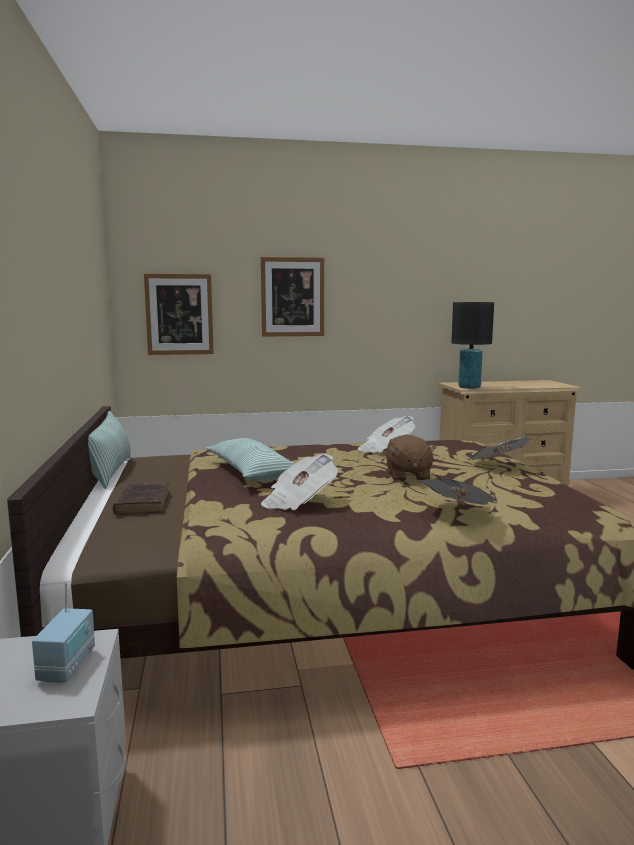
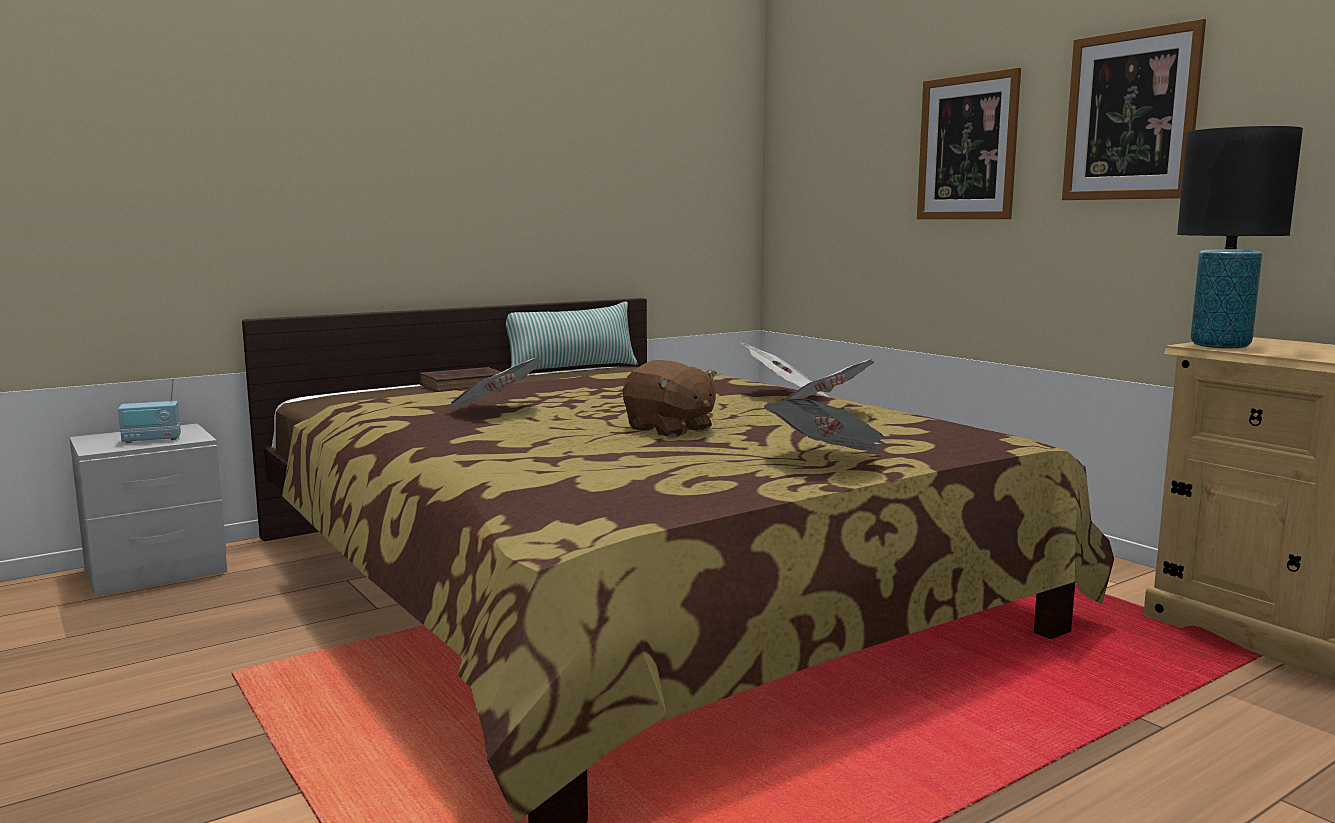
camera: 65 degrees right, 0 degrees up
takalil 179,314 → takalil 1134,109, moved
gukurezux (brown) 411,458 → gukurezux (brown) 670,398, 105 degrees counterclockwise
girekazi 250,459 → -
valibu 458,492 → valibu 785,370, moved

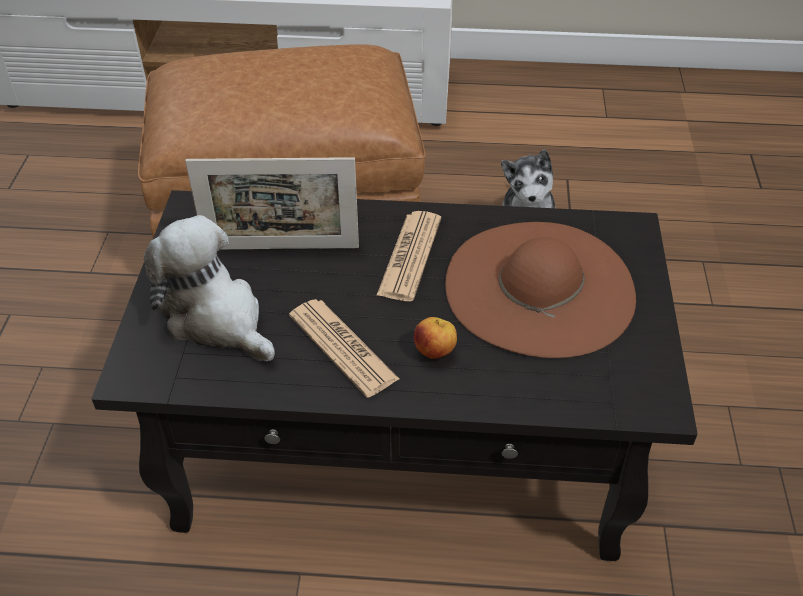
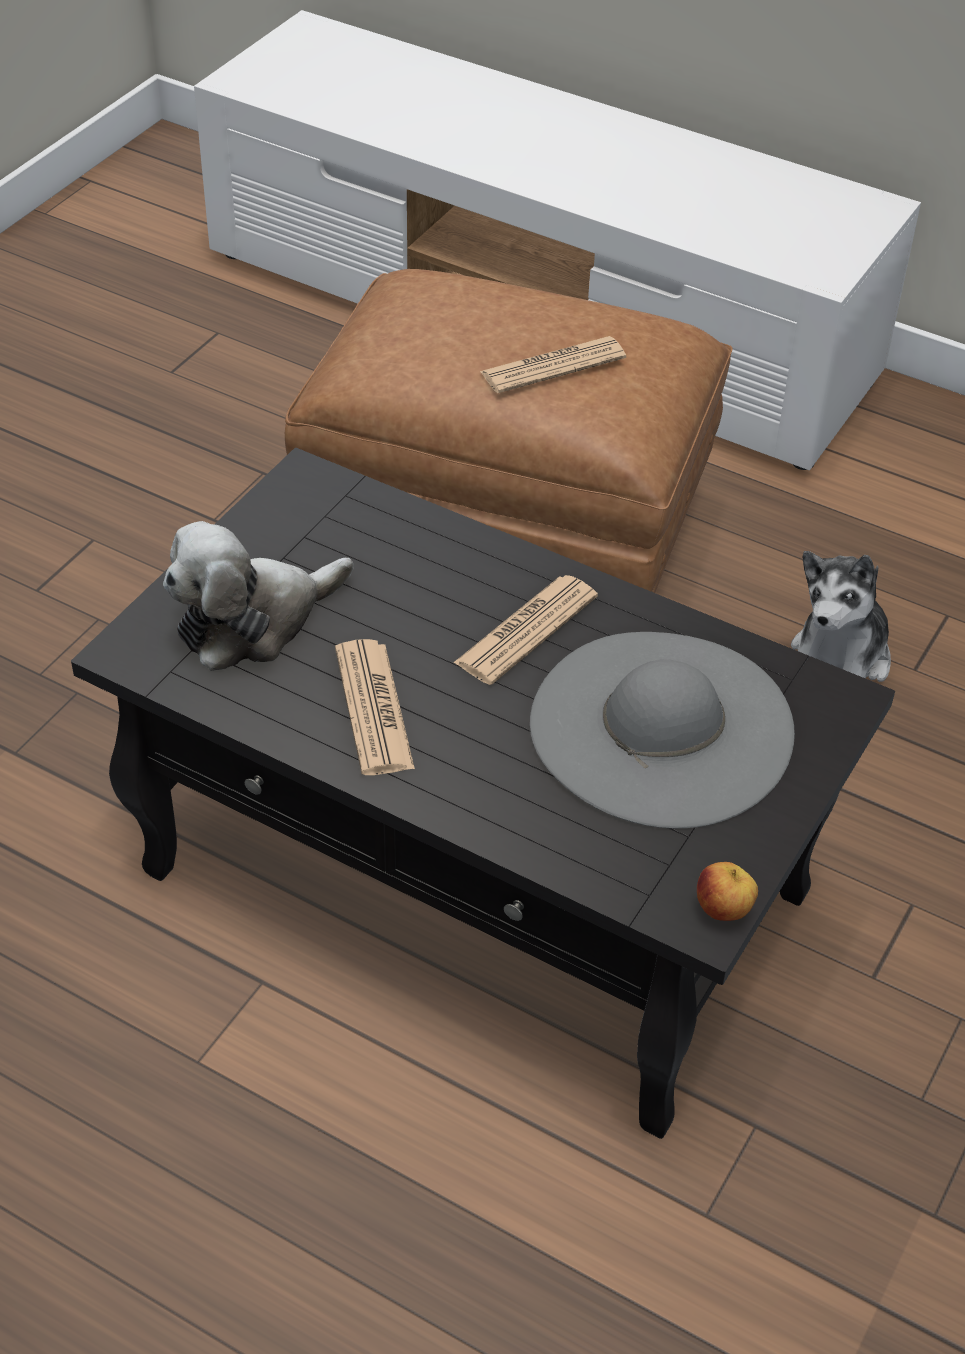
camera: 25 degrees right, 0 degrees up
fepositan 272,203 → -
gukurezux 209,288 → gukurezux 258,596, 105 degrees counterclockwise
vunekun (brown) 540,290 → vunekun (grey) 662,730
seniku 435,338 → seniku 727,891, moved
- → valibu 553,364

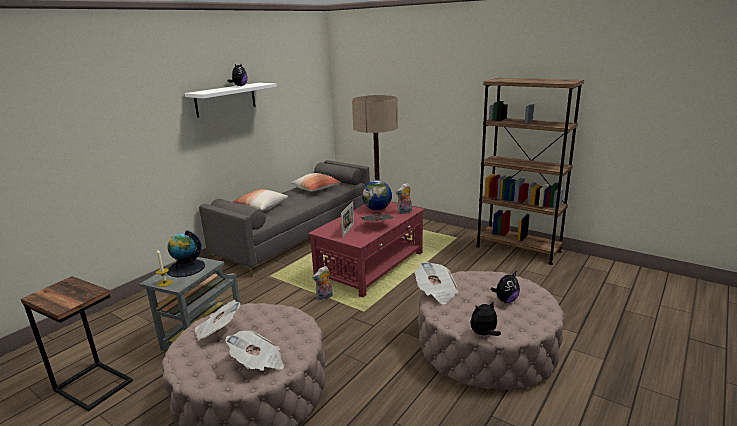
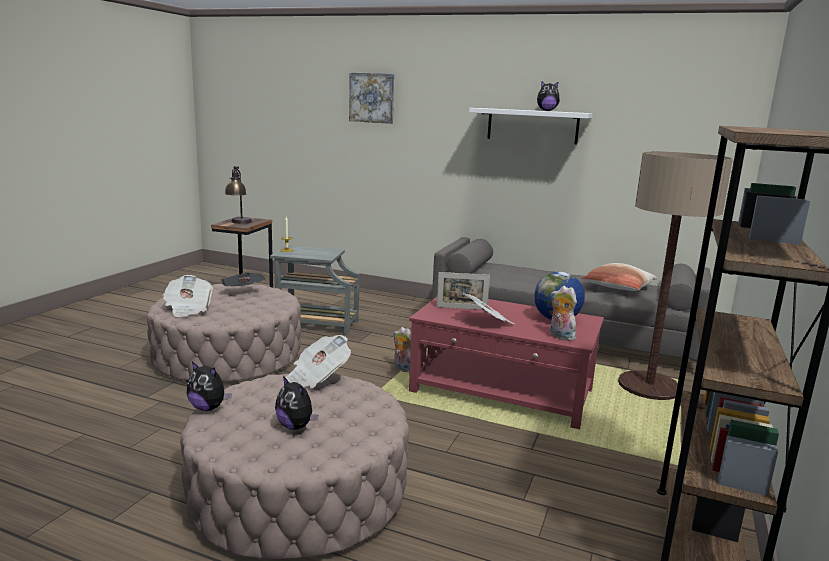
camera: 75 degrees right, 5 degrees down
girekazi 260,200 → -
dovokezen 186,253 → -
gukurezux 485,318 → gukurezux 209,386, 150 degrees clockwise
- → takalil 372,98
- → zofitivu 238,195

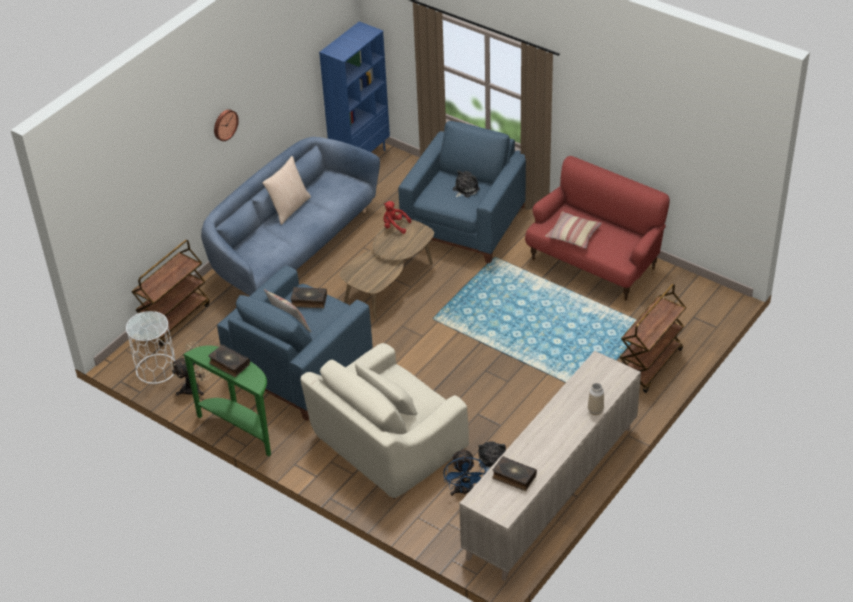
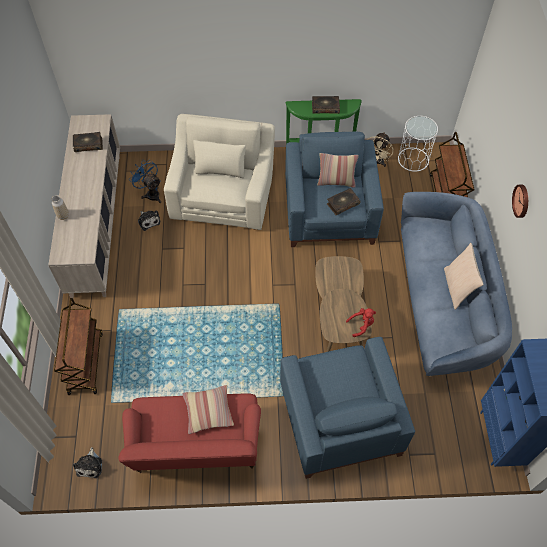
camera: 140 degrees right, 15 degrees up
gukurezux 466,184 → gukurezux 87,462, moved

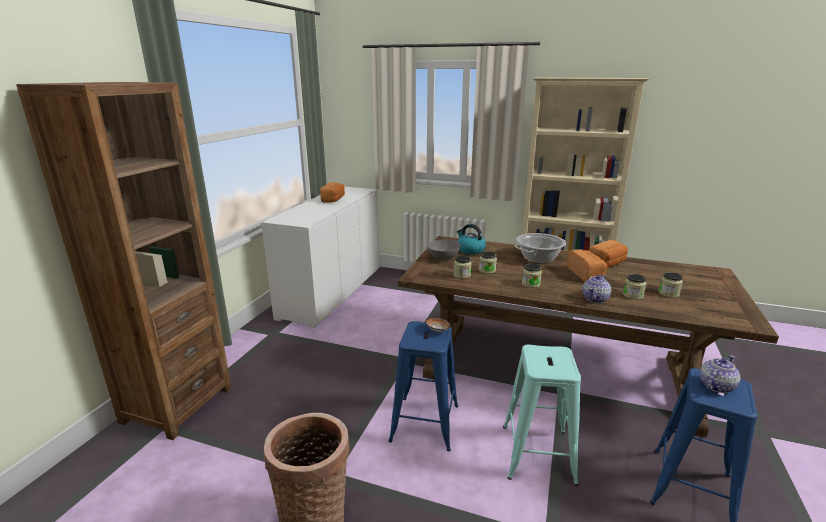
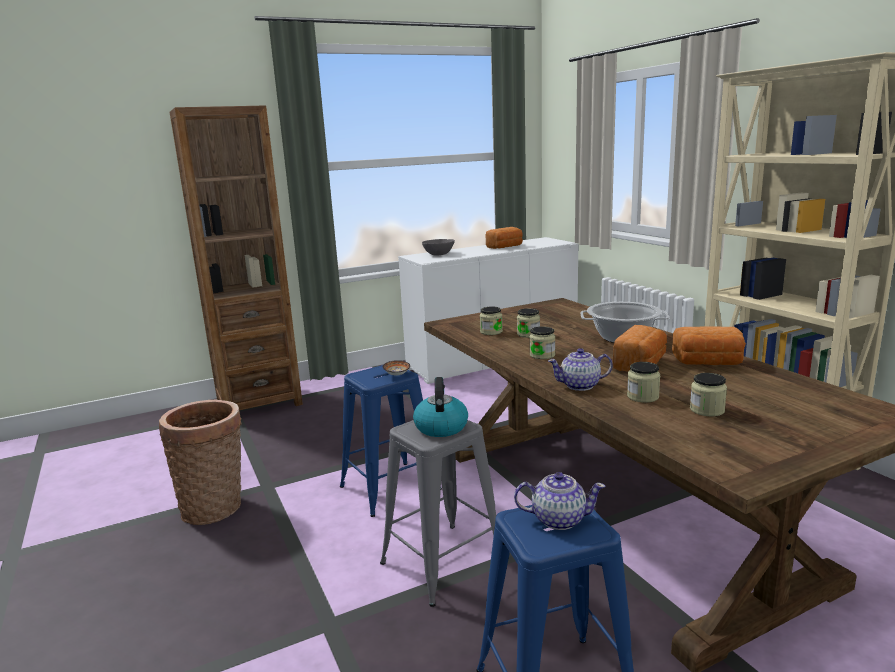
camera: 45 degrees right, 5 degrees down
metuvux 471,239 → metuvux 440,407, moved
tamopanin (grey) 444,250 → tamopanin (grey) 438,247, moved
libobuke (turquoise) 542,415 → libobuke (grey) 438,513

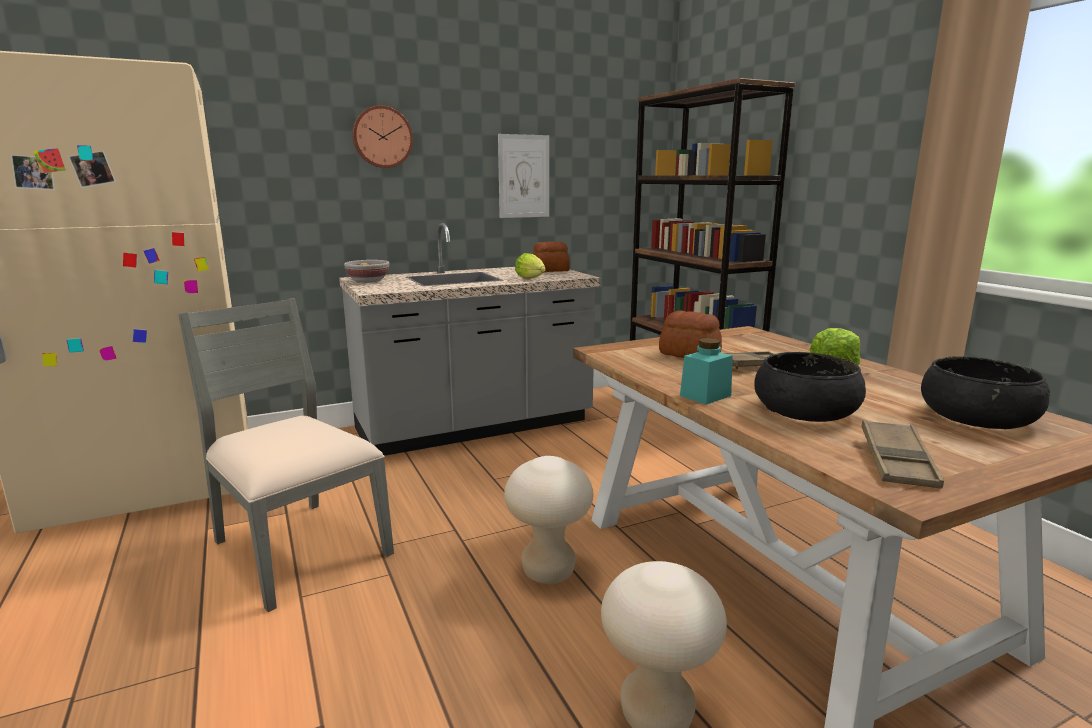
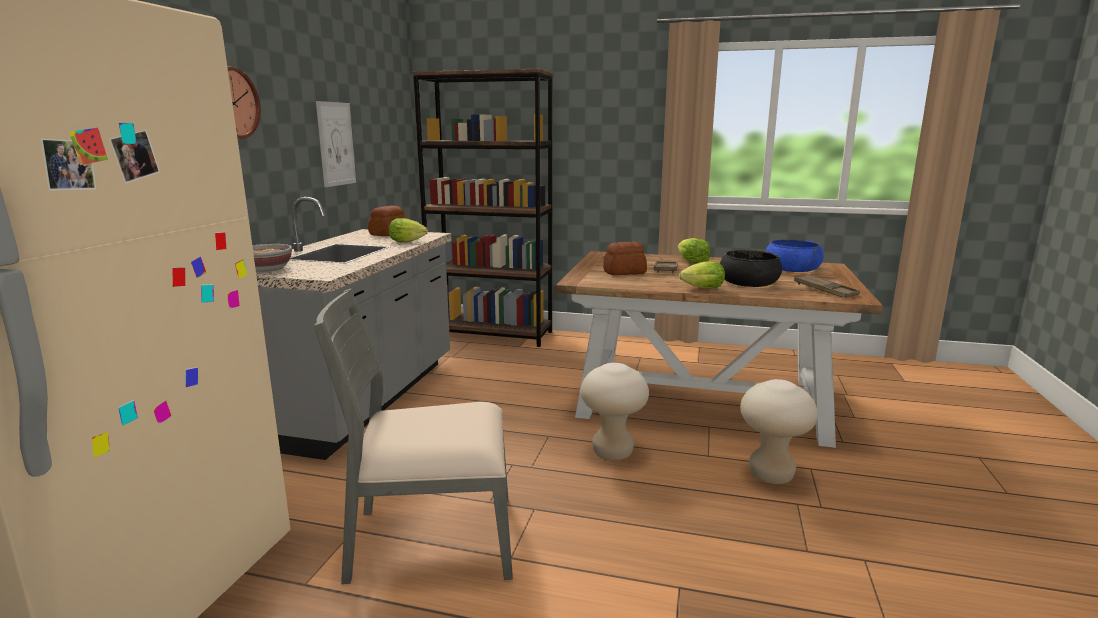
camera: 50 degrees left, 0 degrees up
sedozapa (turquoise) 706,371 → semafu 702,275
tamopanin (black) 985,392 → tamopanin (blue) 794,255

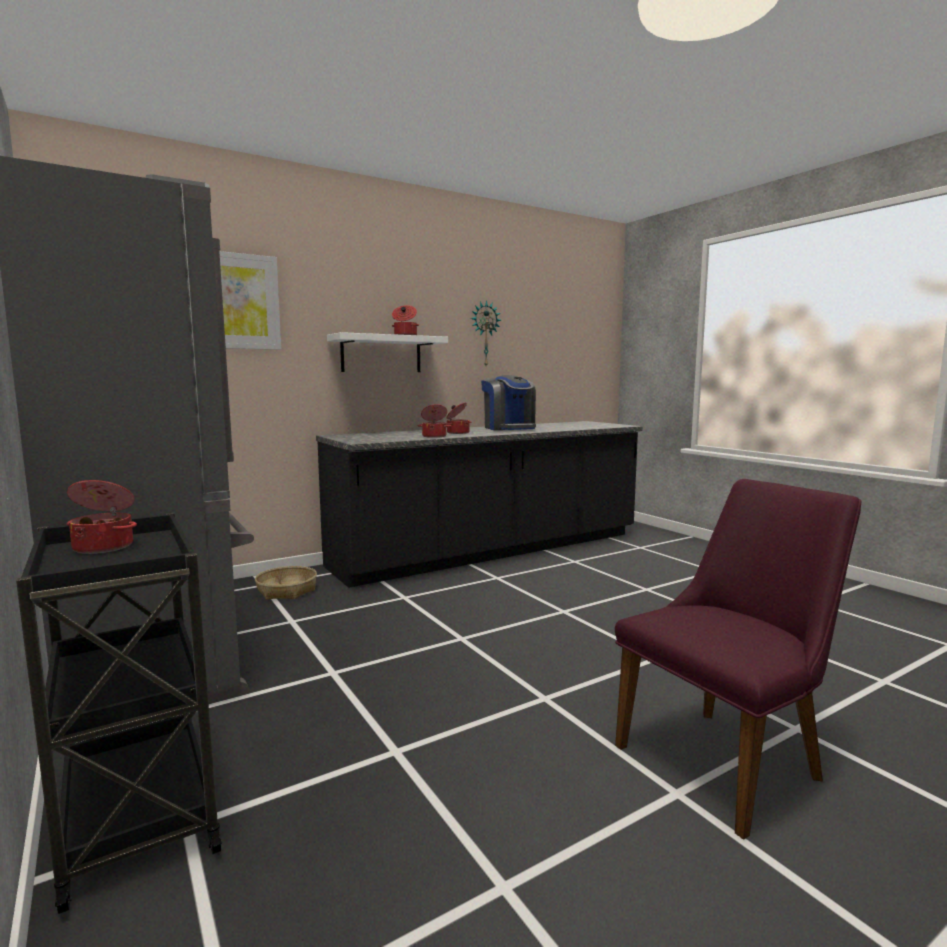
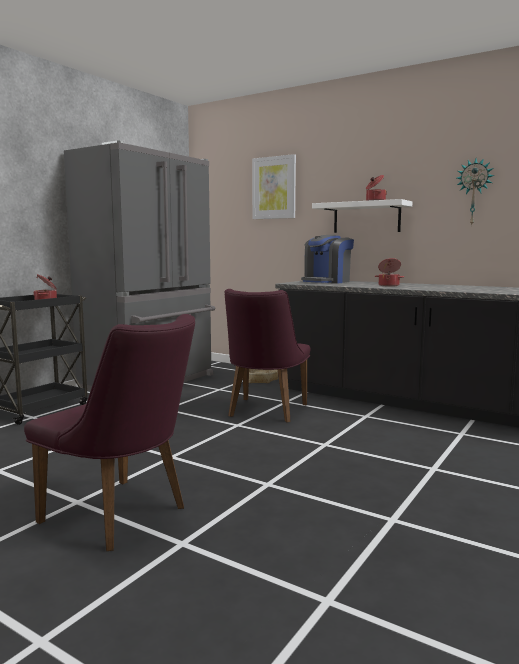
camera: 65 degrees right, 0 degrees up
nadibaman 508,402 → nadibaman 327,259, moved
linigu 434,421 → -
- → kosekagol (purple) 268,355

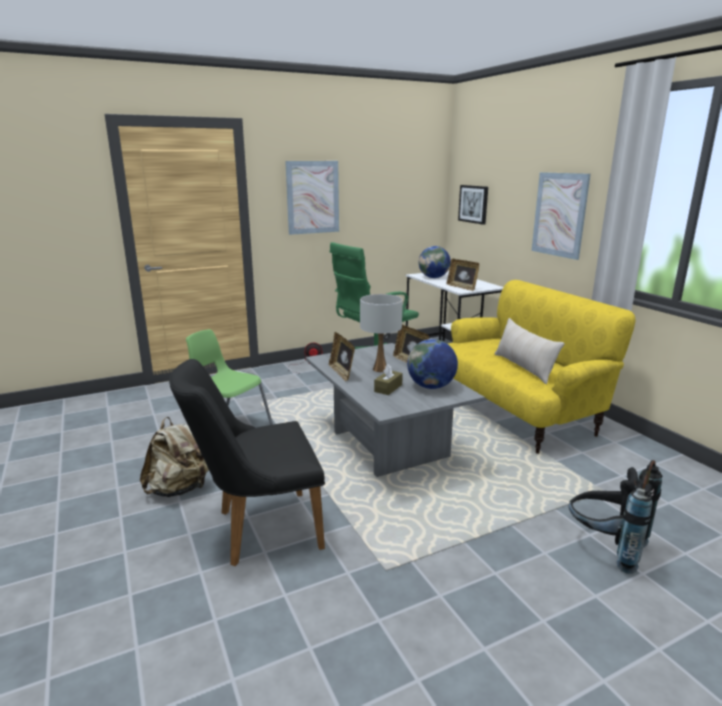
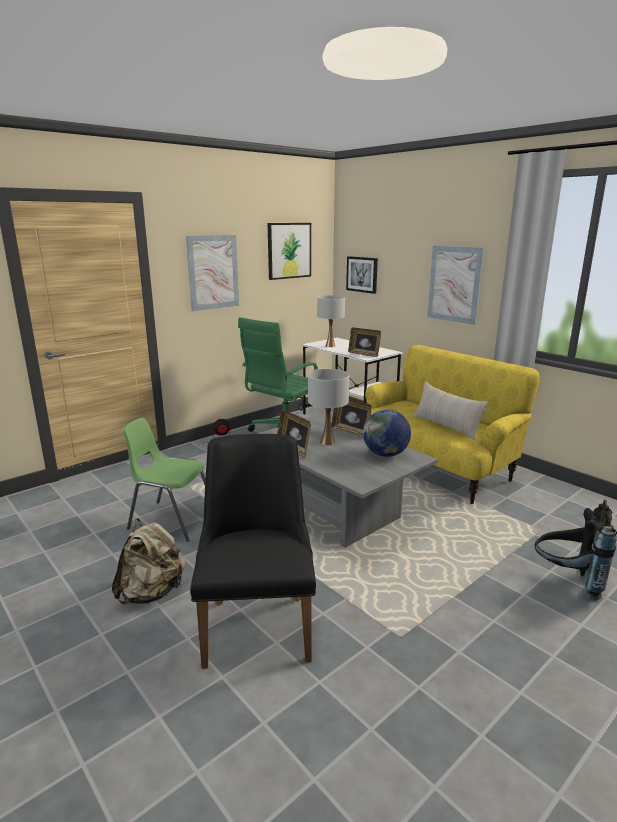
camera: 15 degrees left, 0 degrees up
dovokezen 435,262 → zofitivu (white) 331,321
kosekagol (black) 247,462 → kosekagol (black) 253,551, 120 degrees clockwise
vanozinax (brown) 388,379 → -
- → takalil 289,251

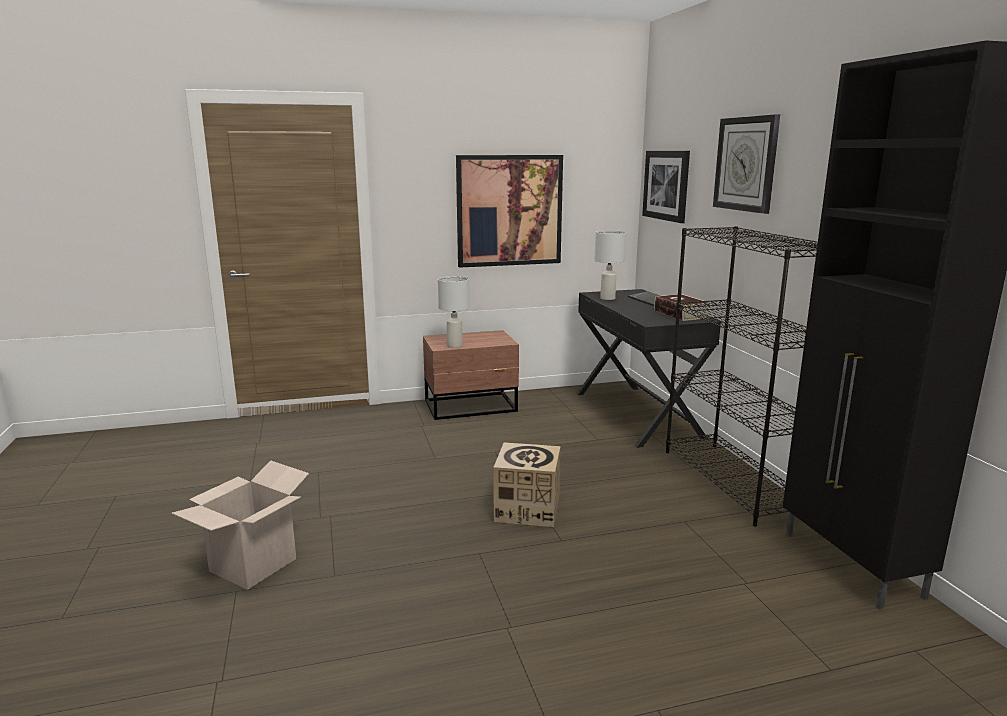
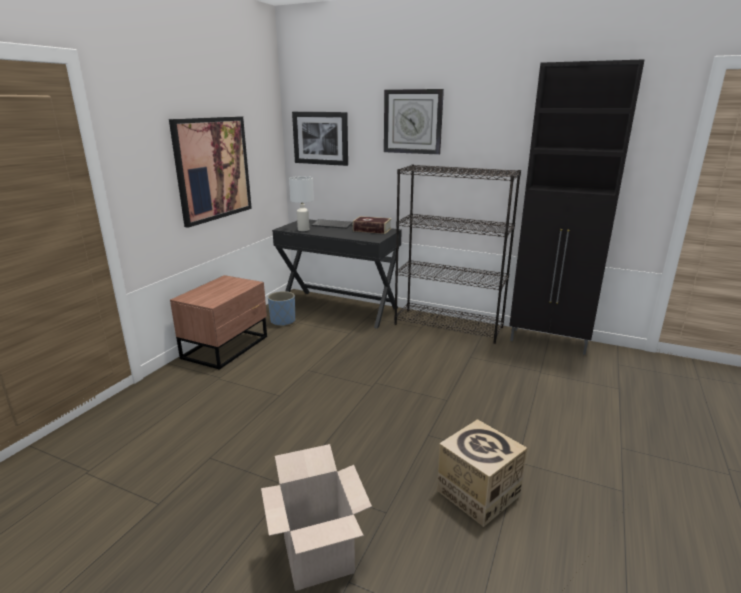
camera: 50 degrees left, 5 degrees up
zofitivu (white) 453,312 → -
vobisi 526,484 → vobisi 482,473, moved
- → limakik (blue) 281,308

